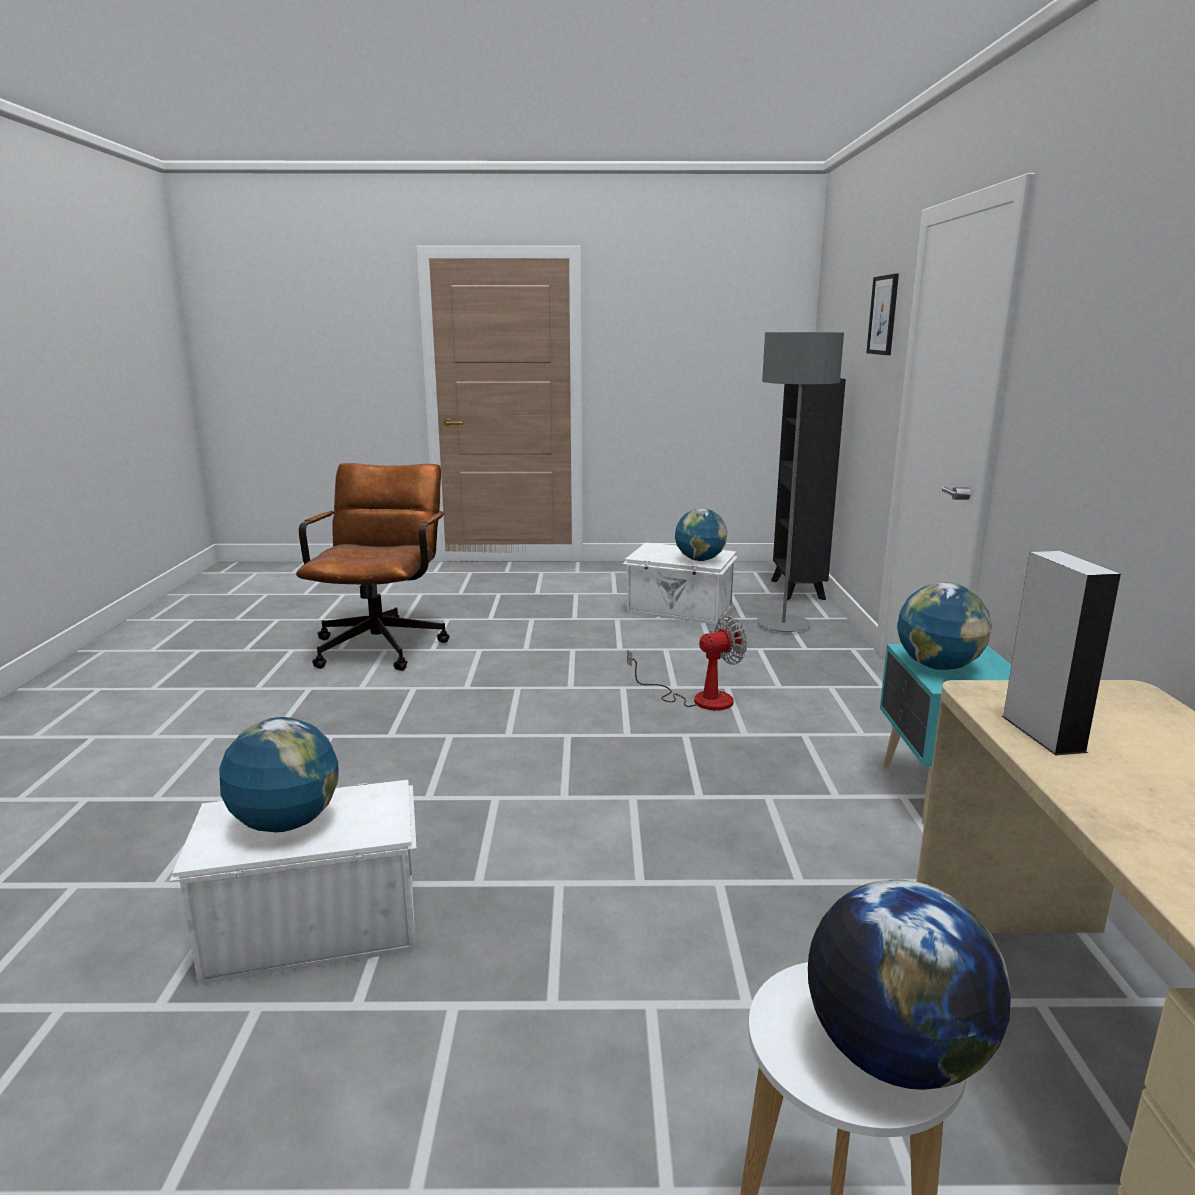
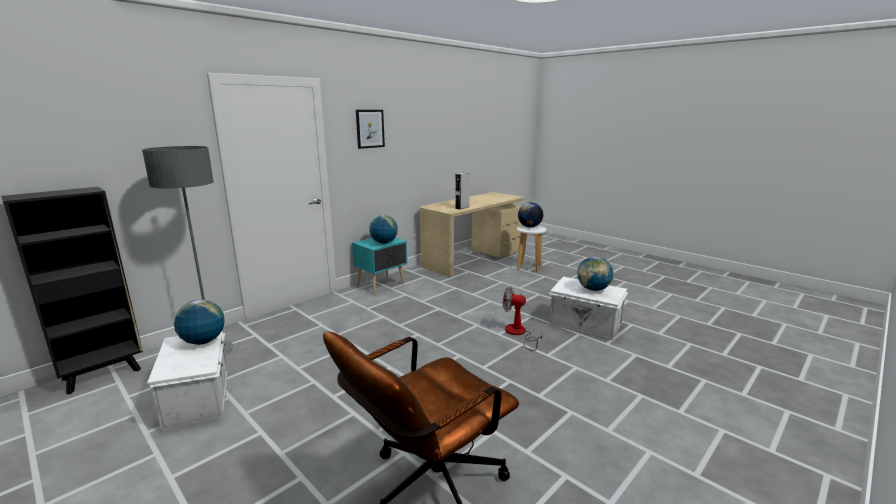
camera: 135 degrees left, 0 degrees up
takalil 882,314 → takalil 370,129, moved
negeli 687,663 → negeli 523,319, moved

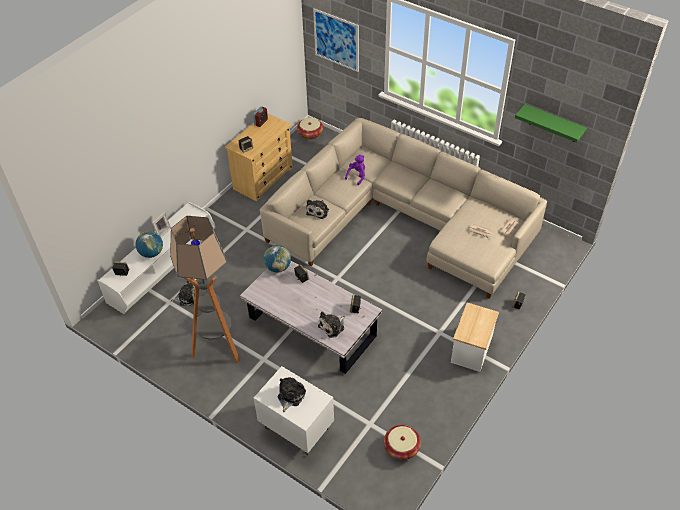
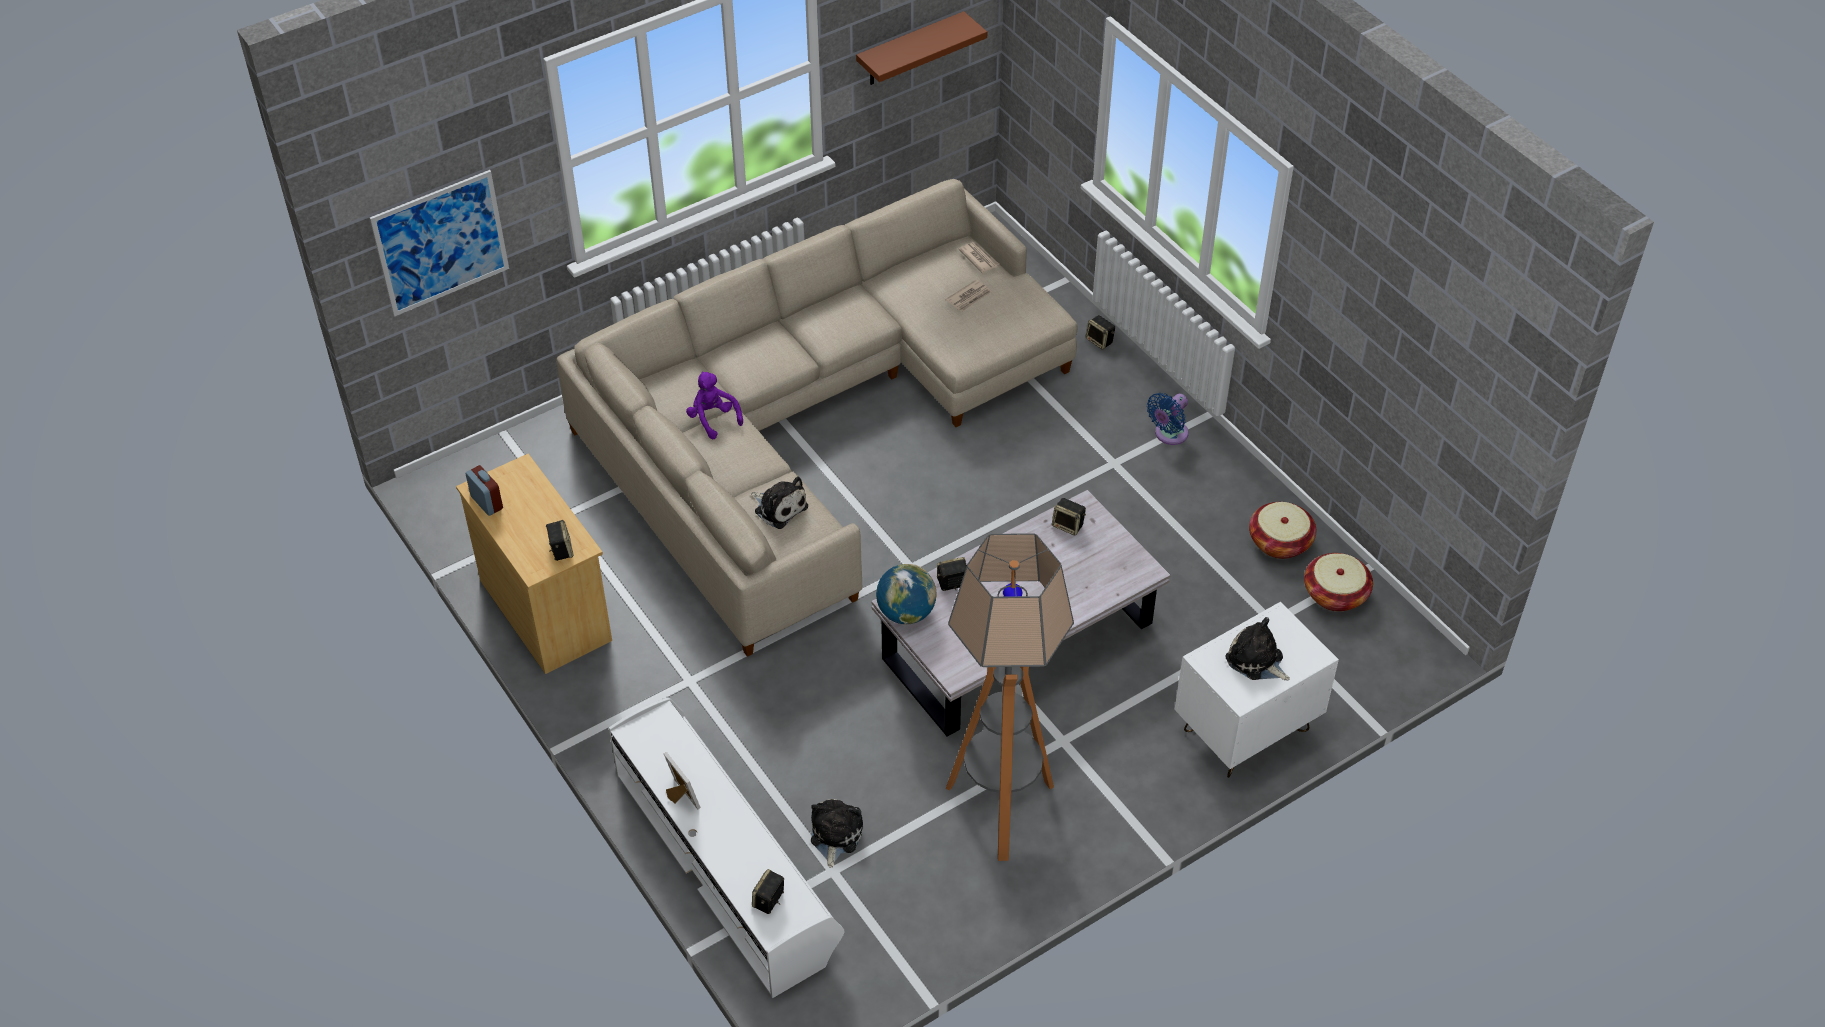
camera: 70 degrees left, 0 degrees up
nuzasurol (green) 551,123 → nuzasurol (brown) 921,48
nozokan 310,128 → nozokan 1282,530, moved
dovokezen 149,244 → -
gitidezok 475,337 → negeli (blue) 1168,419
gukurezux 331,325 → -

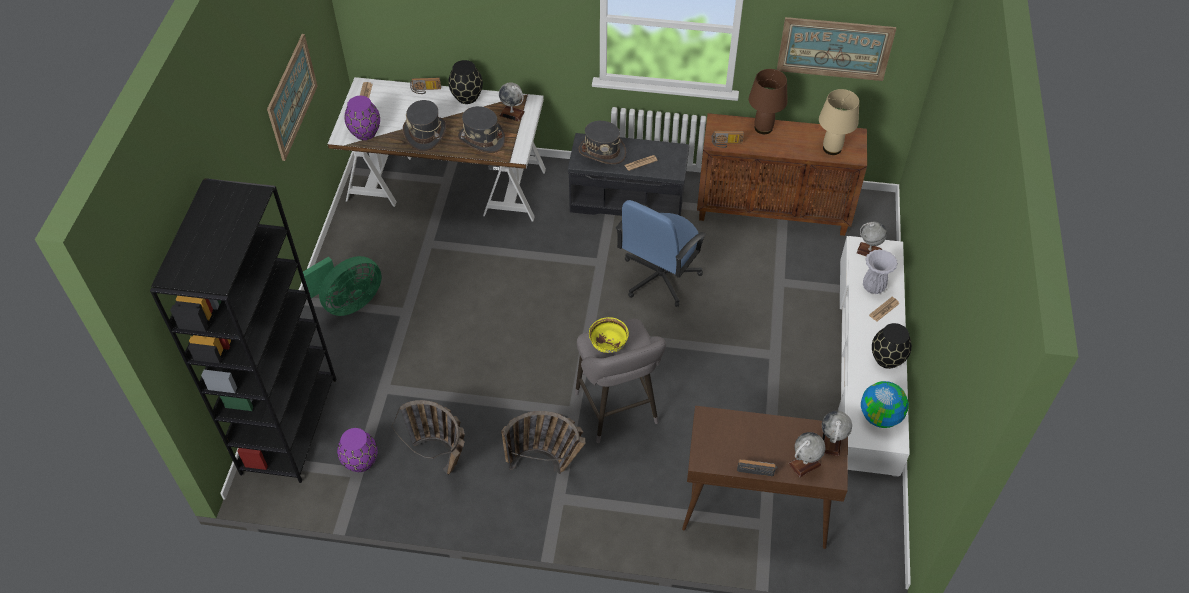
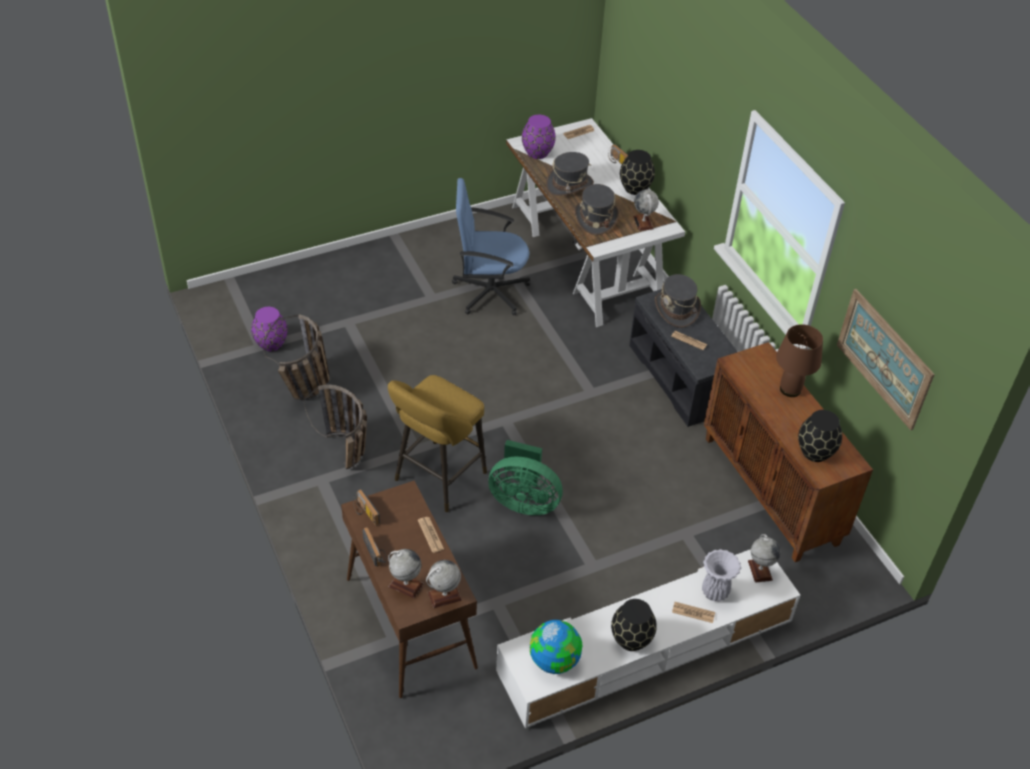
camera: 55 degrees right, 5 degrees down
takalil 292,97 → -
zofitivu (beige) 839,122 → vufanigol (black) 820,436
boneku 727,139 → boneku 366,507, moved
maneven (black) 243,330 → -
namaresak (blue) 661,253 → namaresak (blue) 491,247, moved
negeli (green) 342,286 → negeli (green) 525,477, moved
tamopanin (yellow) 609,335 → -
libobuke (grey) 620,381 → libobuke (yellow) 437,443
- → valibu 431,535

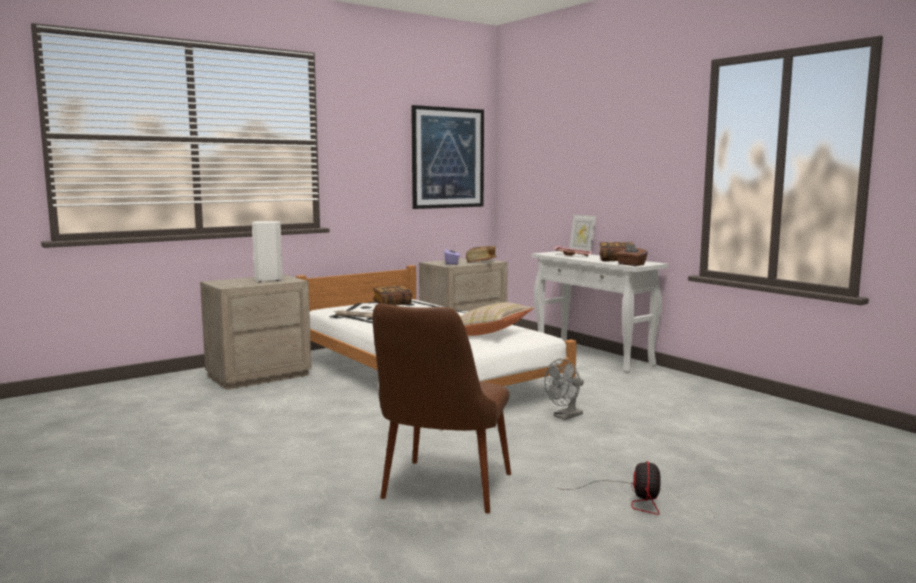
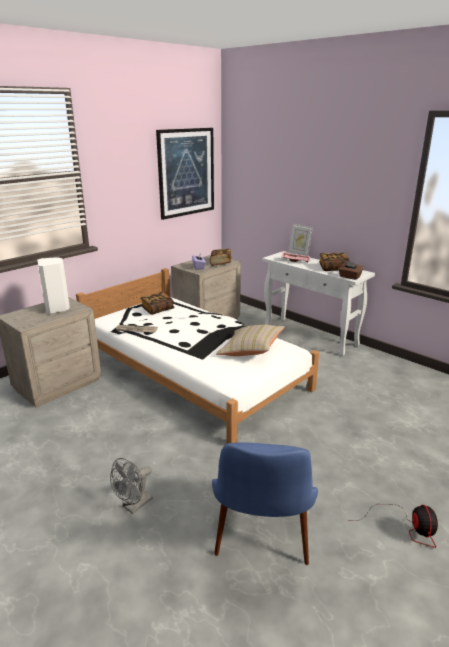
camera: 10 degrees left, 15 degrees up
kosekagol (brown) 442,409 → kosekagol (blue) 265,503
negeli (grey) 564,389 → negeli (grey) 131,486, moved

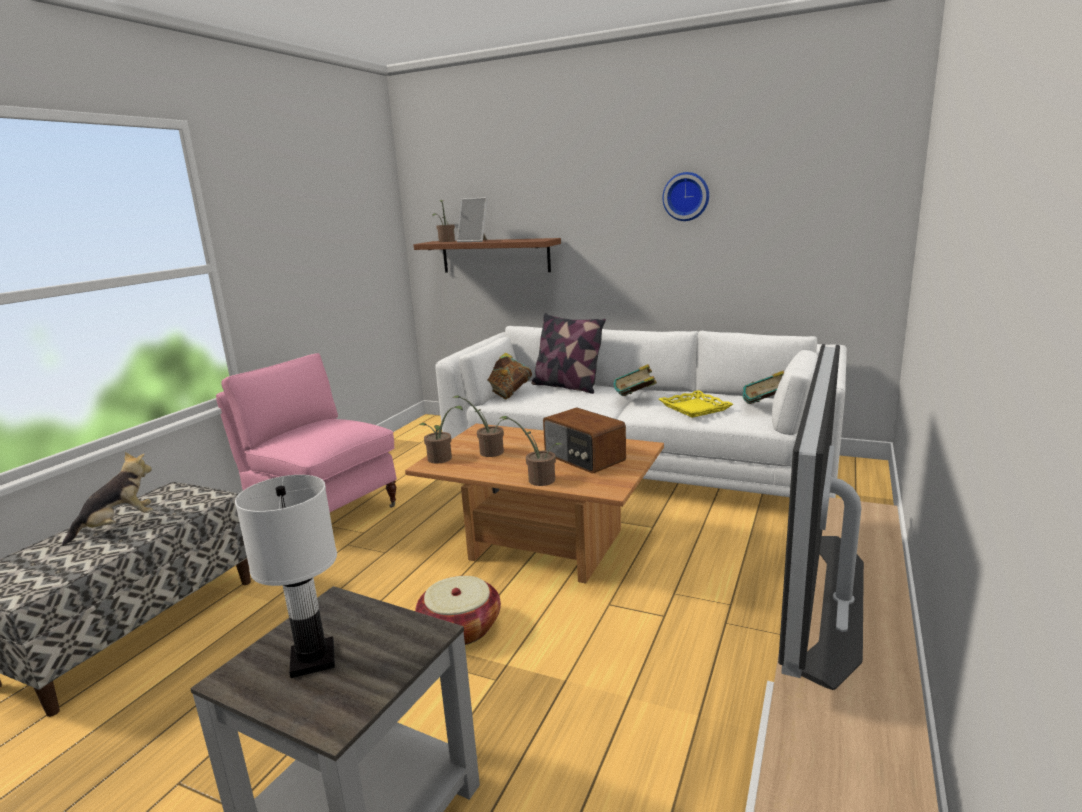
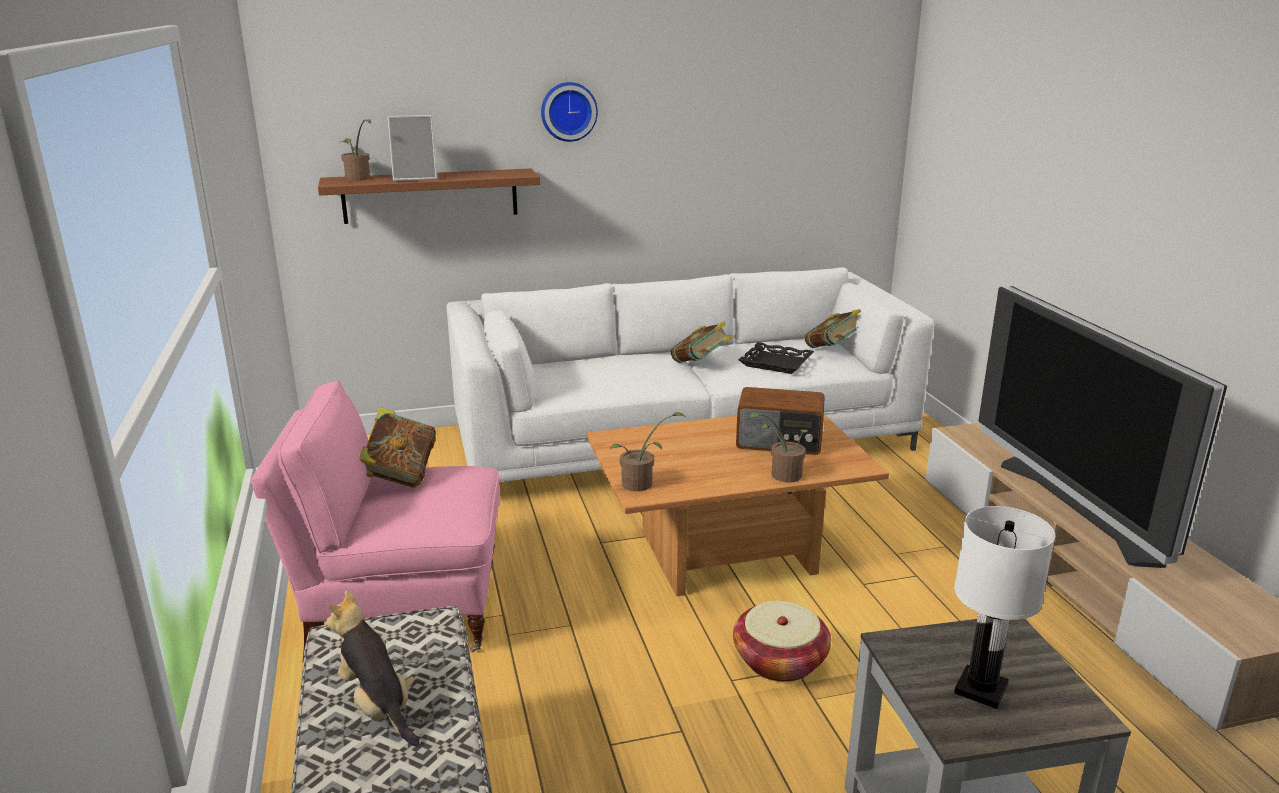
camera: 40 degrees left, 5 degrees up
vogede 686,196 → vogede 569,112, moved
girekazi 568,353 → -
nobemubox 509,375 → nobemubox 398,447, moved
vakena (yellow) 696,404 → vakena (black) 776,358
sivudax 478,426 → -
gukurezux 107,499 → gukurezux 373,668, 45 degrees counterclockwise

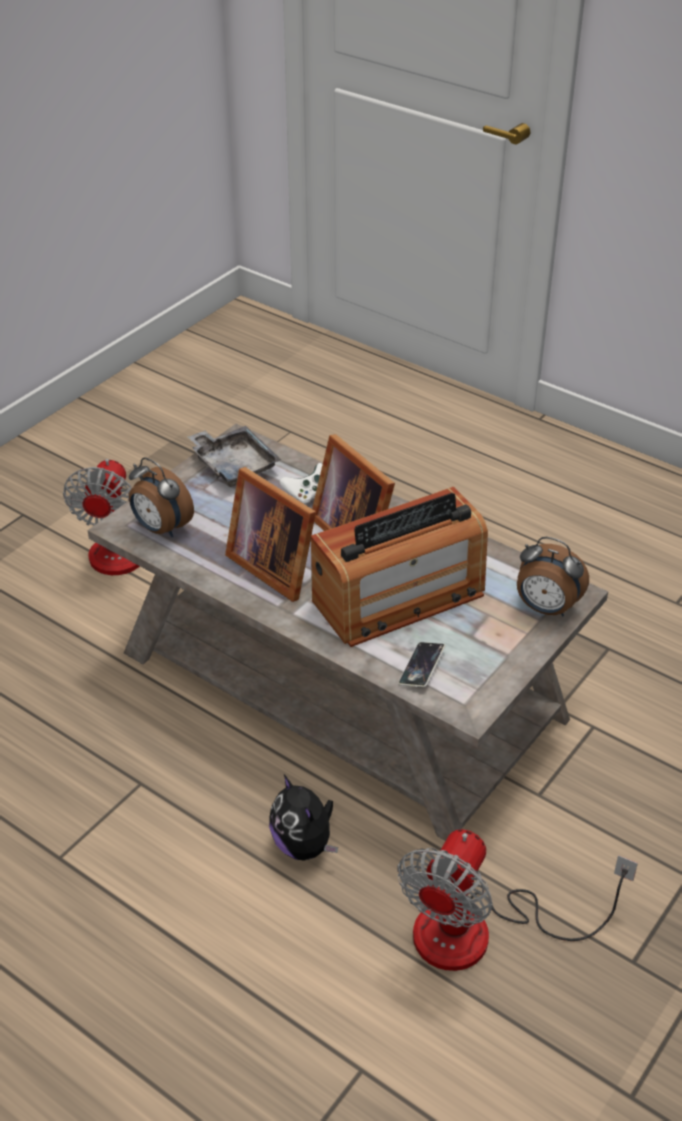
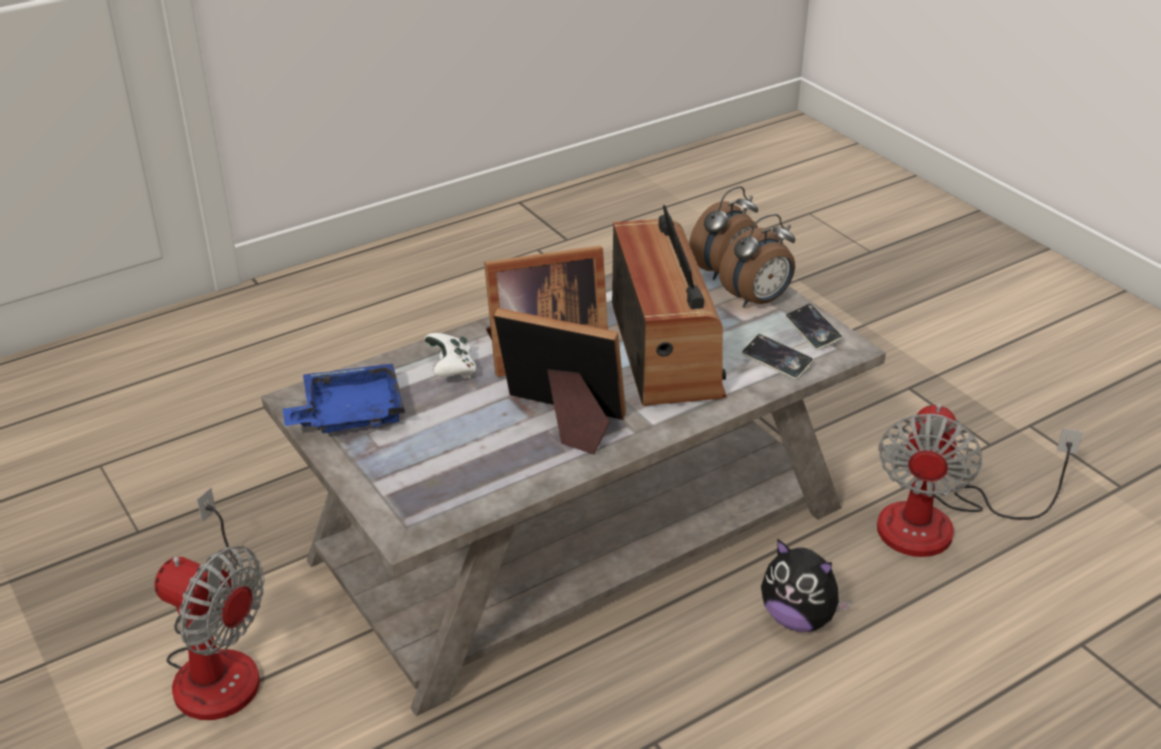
camera: 70 degrees left, 5 degrees down
vakena (grey) 234,456 → vakena (blue) 344,398
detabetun 161,497 → detabetun 757,261, moved
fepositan 270,534 → fepositan 560,381, 135 degrees counterclockwise
gukurezux 303,817 → gukurezux 806,585, 45 degrees clockwise
negeli 517,900 → negeli 980,480, 60 degrees clockwise
- → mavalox 814,327

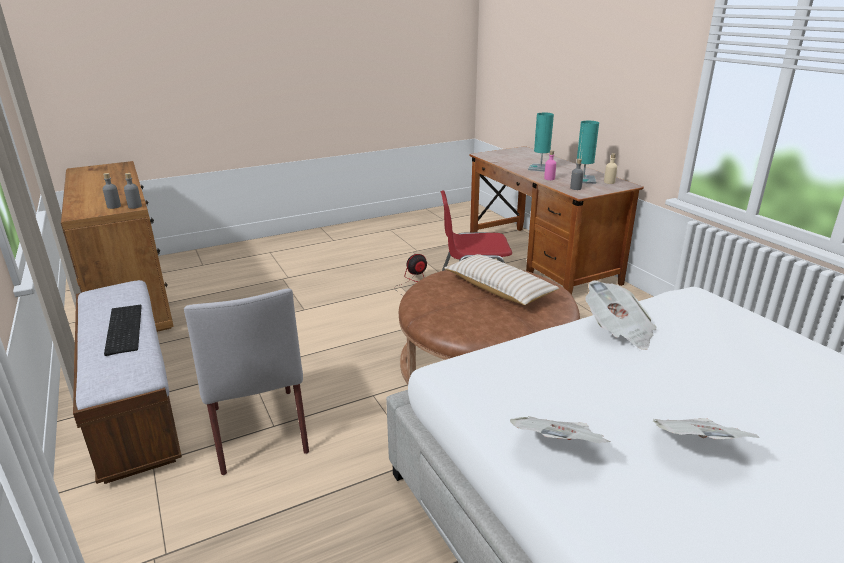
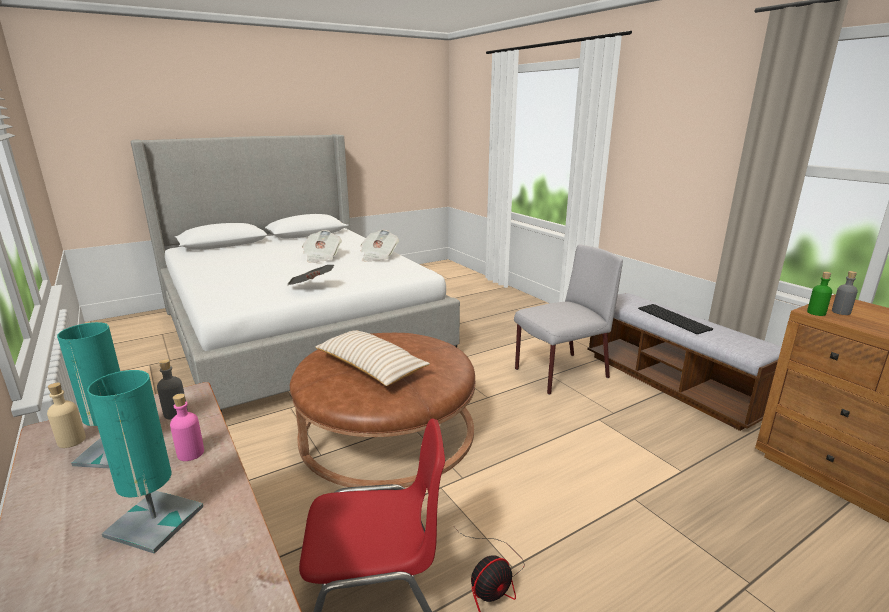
camera: 175 degrees right, 5 degrees down
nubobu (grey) 133,191 → nubobu (green) 819,294
kosekagol (grey) 246,382 → kosekagol (grey) 568,319, 90 degrees clockwise

